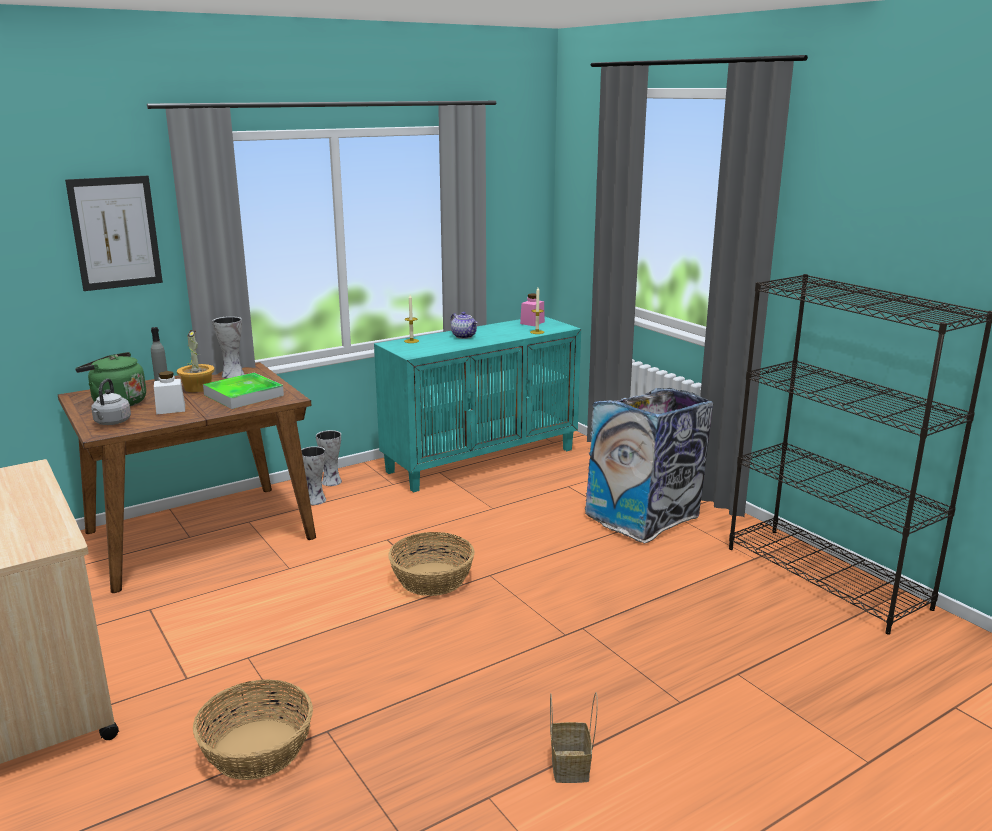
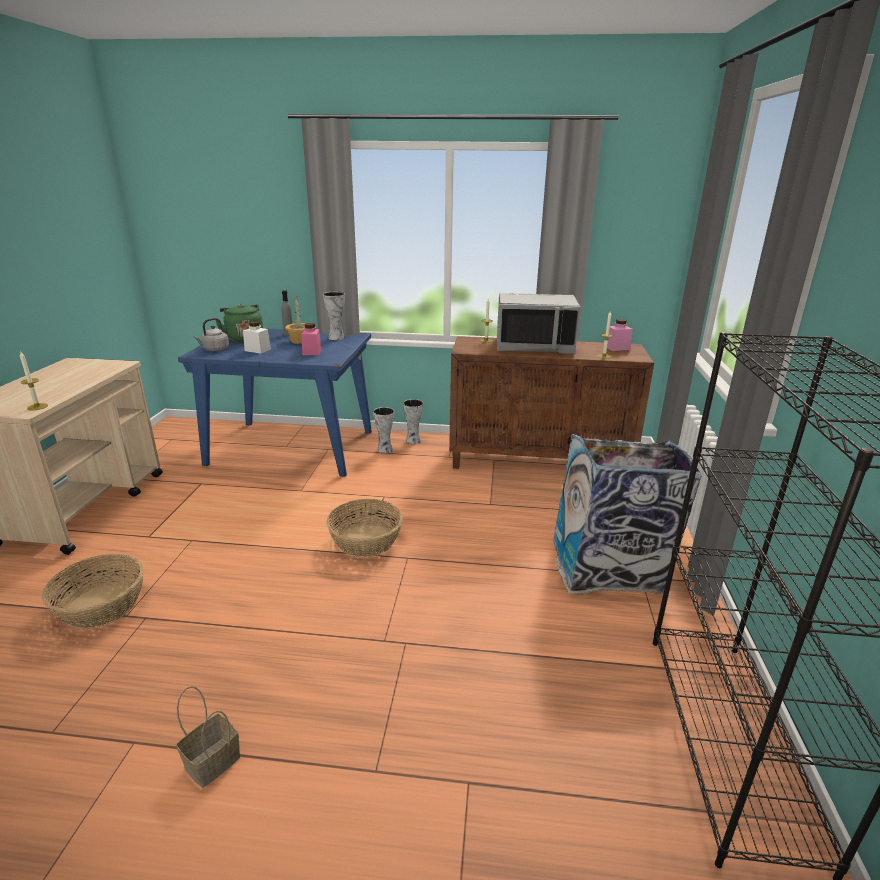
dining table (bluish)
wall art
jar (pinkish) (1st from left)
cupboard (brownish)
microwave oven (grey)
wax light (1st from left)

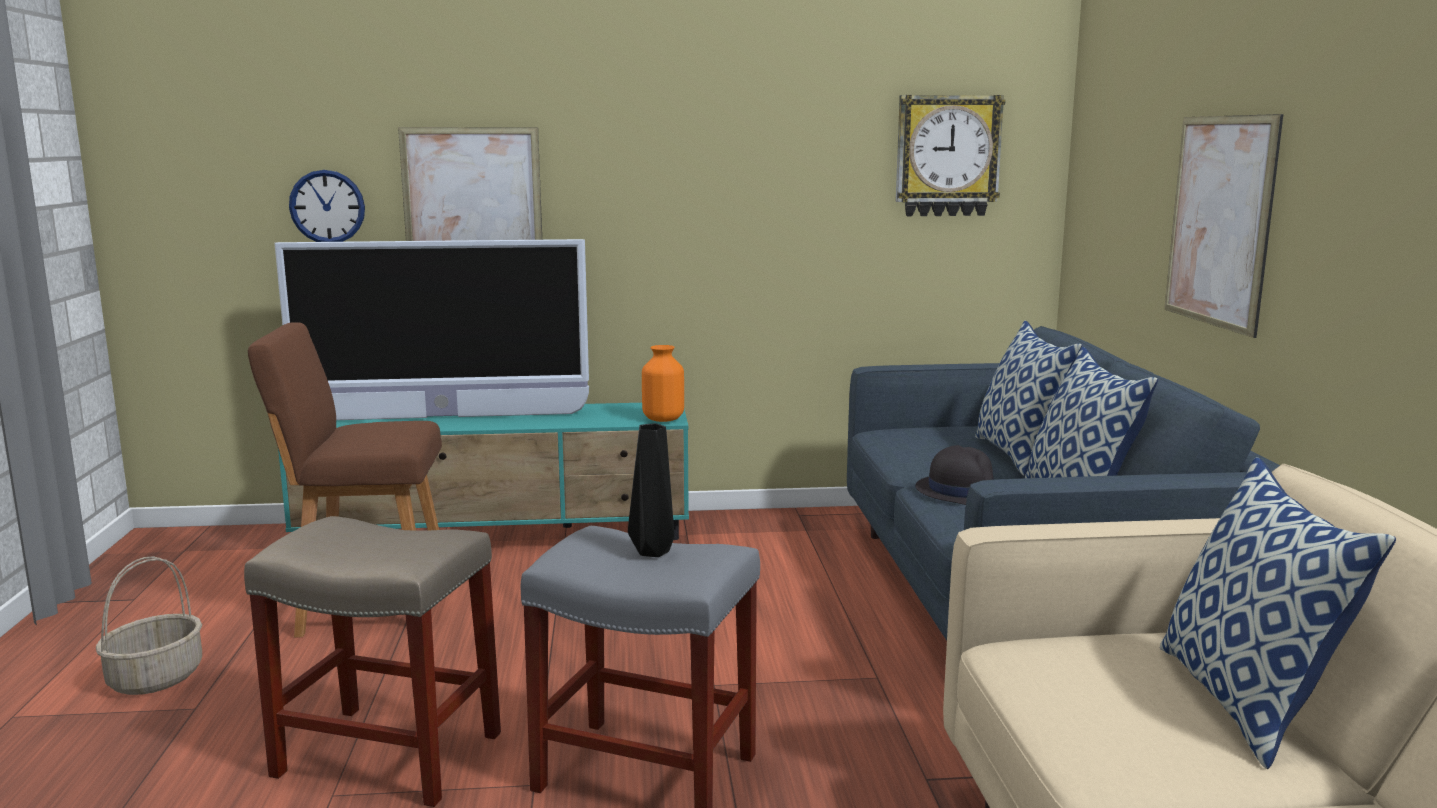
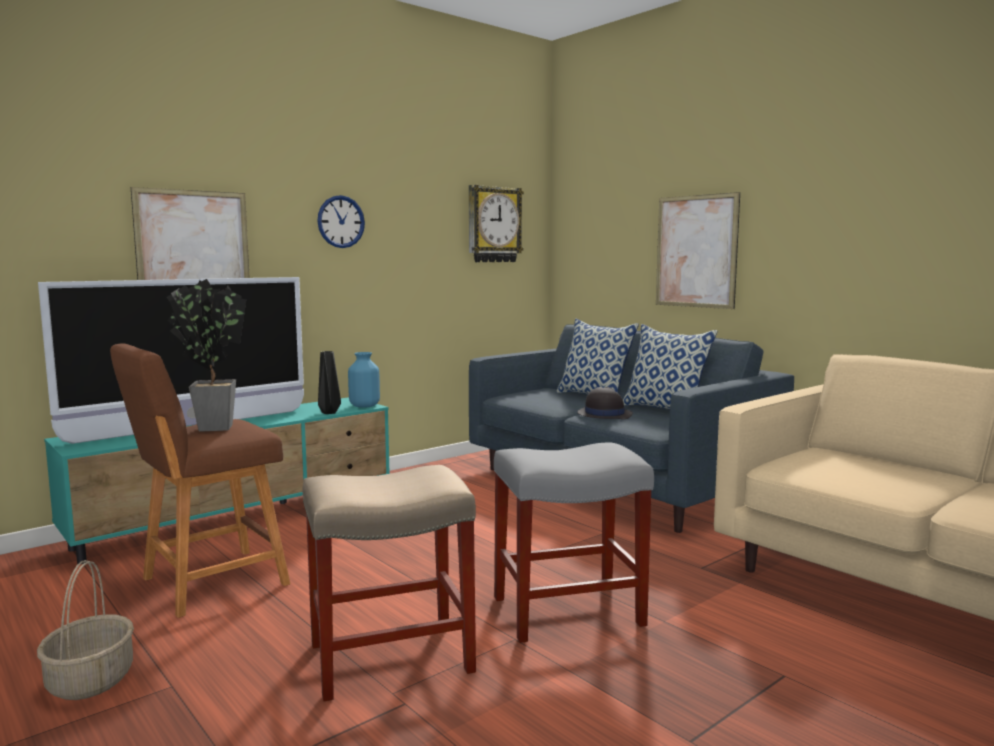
clock on the wall (1st from left)
vase (black)
vase (bluish)
cushion (3rd from left in the first image)
houseplant

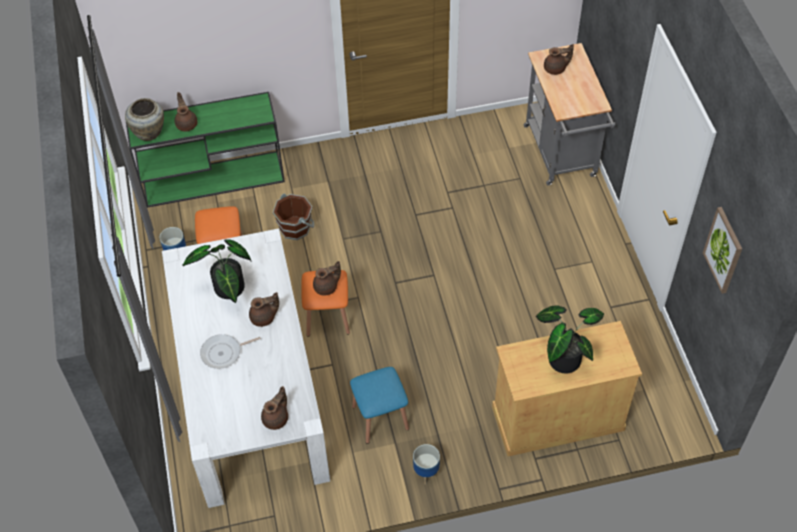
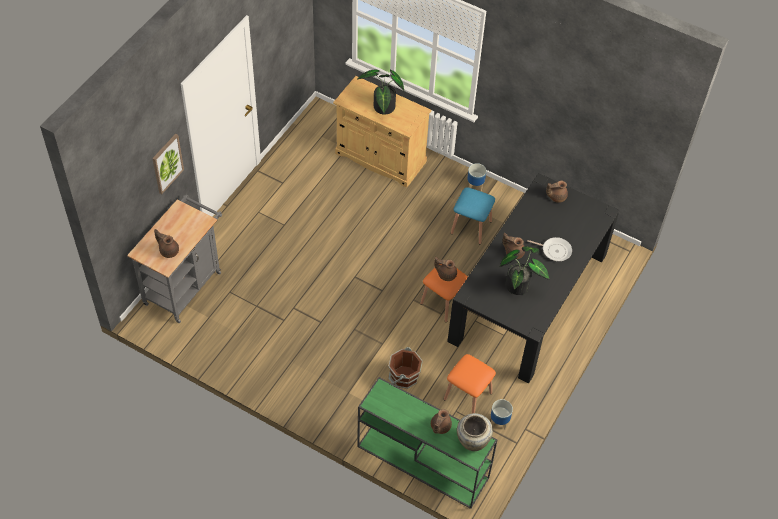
dining table (black)
wall art

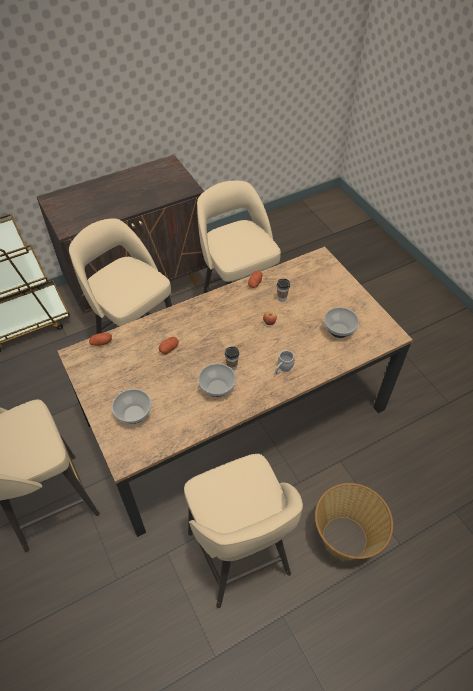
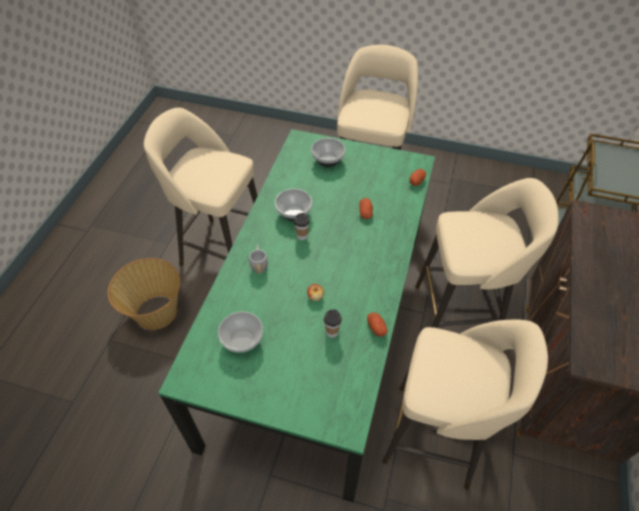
dining table (green)

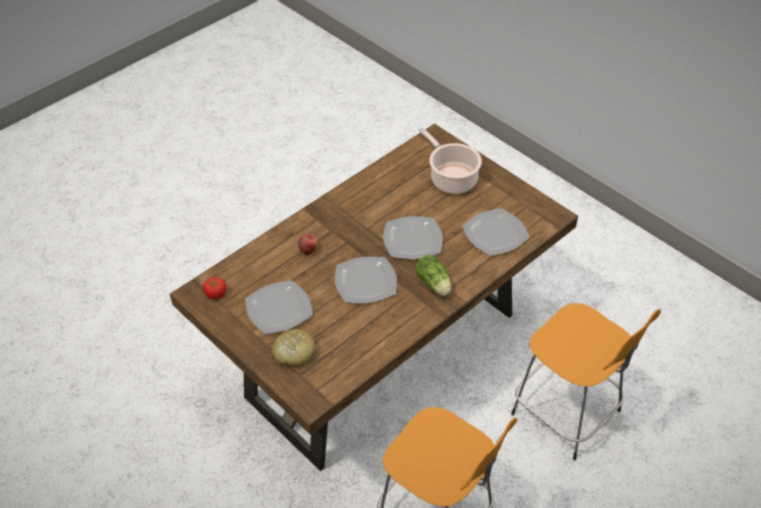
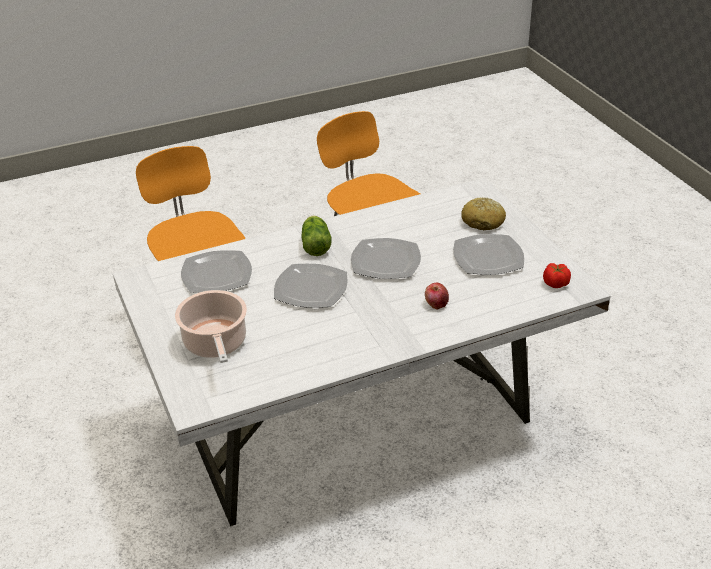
dining table (whitish)

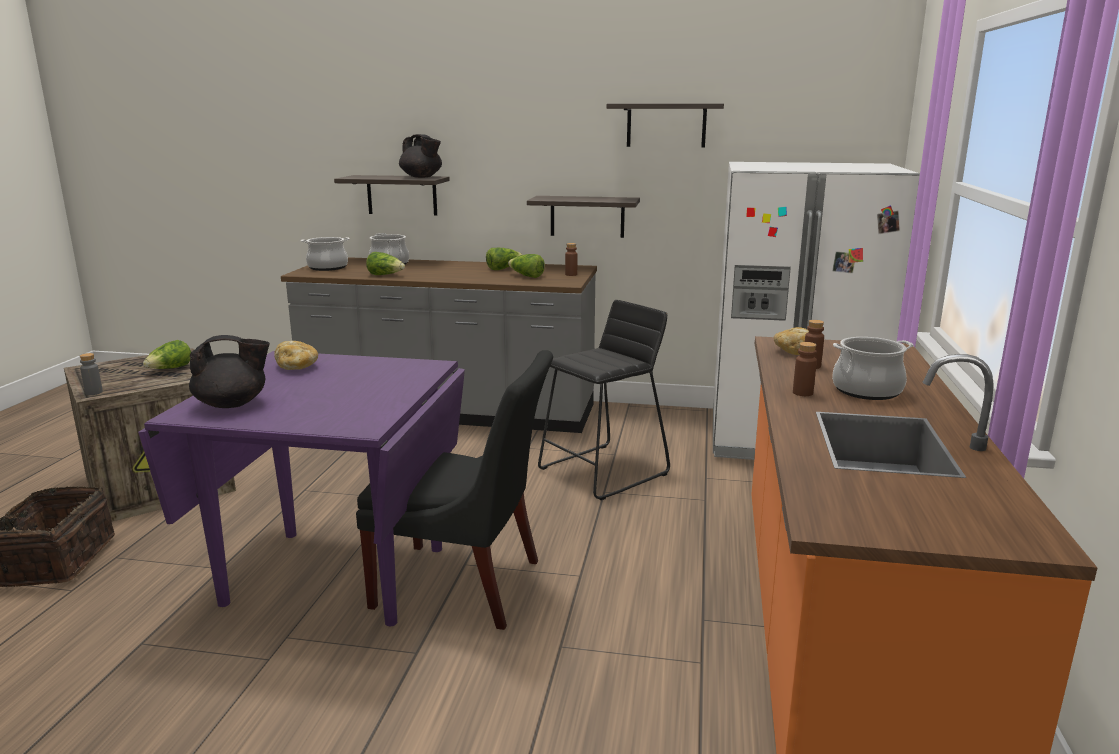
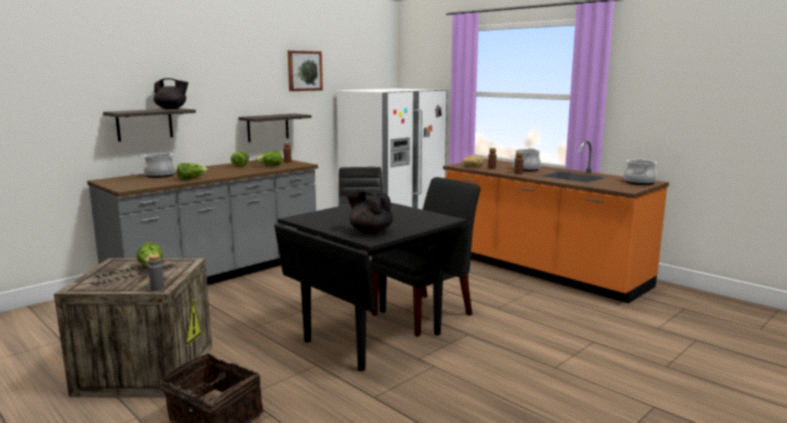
dining table (black)
tea pot (black) (2nd from left)
baked bread (1st from left in the first image)
cooking pot (3rd from left)
wall art

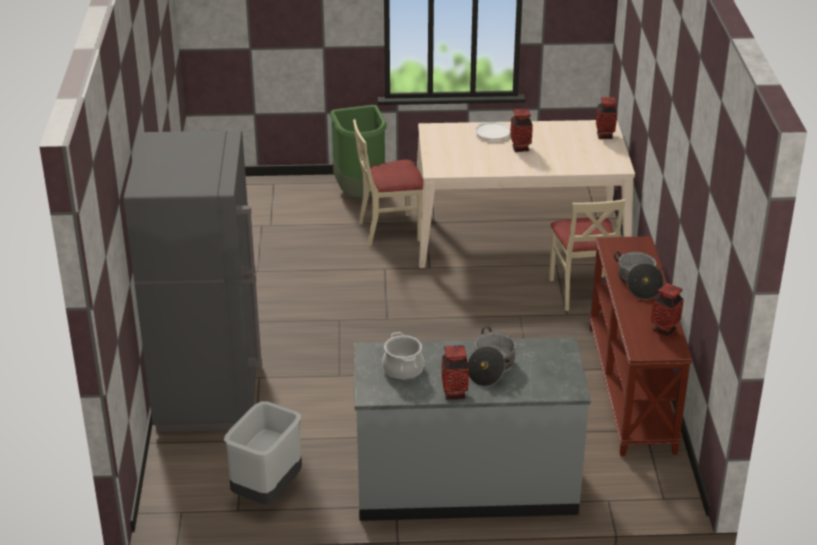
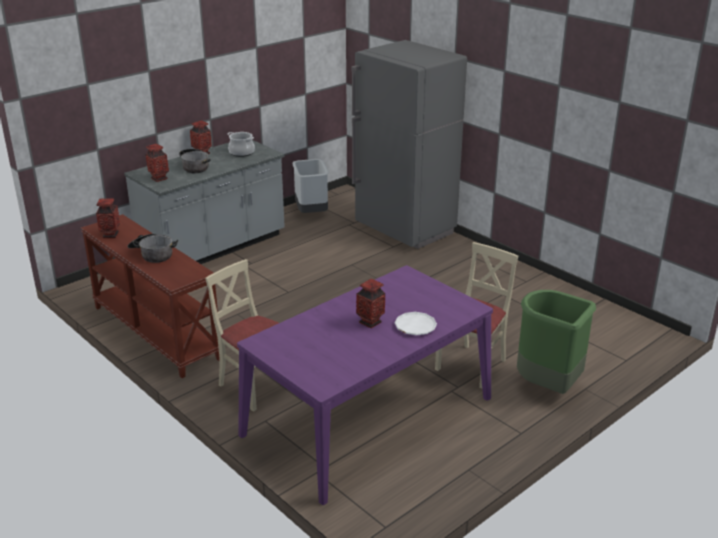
dining table (purple)
vase (2nd from left)

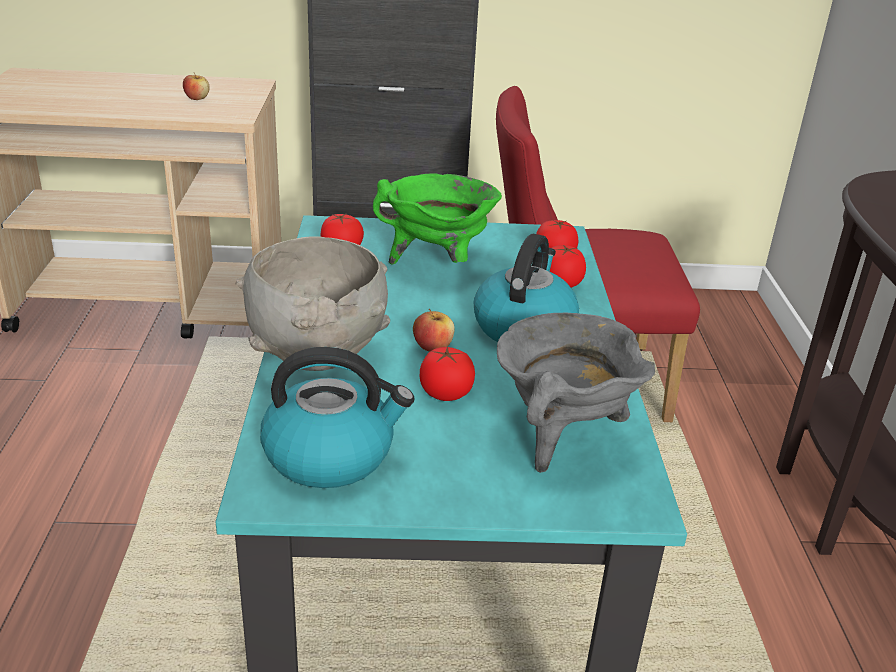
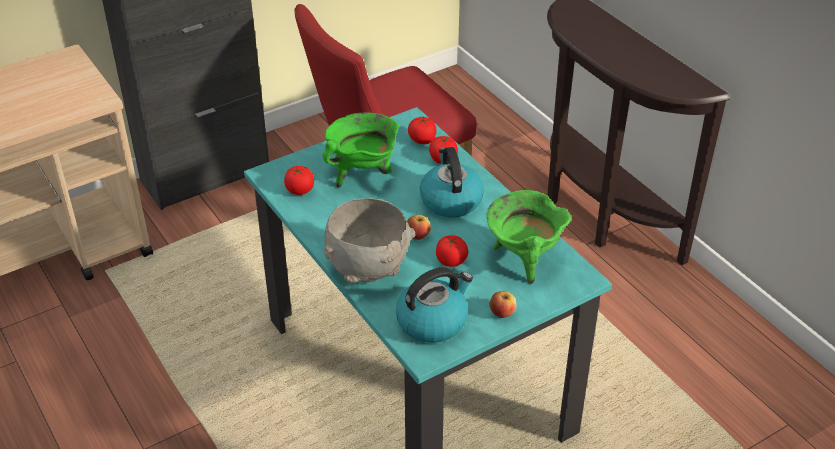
apple (2nd from left)
cooking pot (green) (2nd from left)

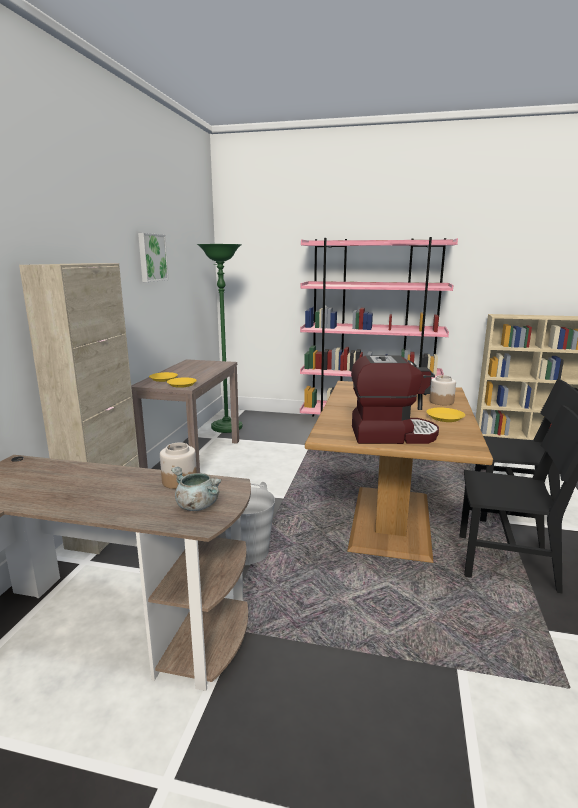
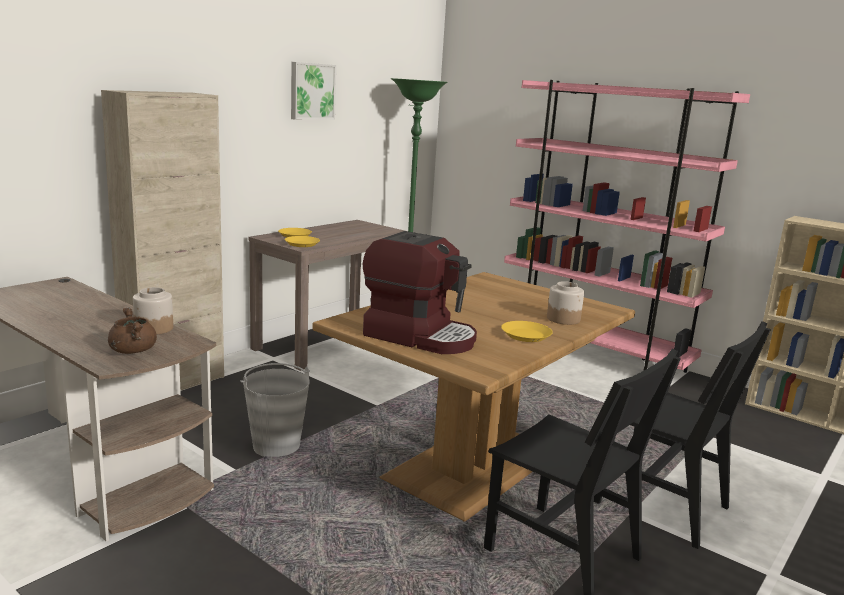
cooking pot (brownish)

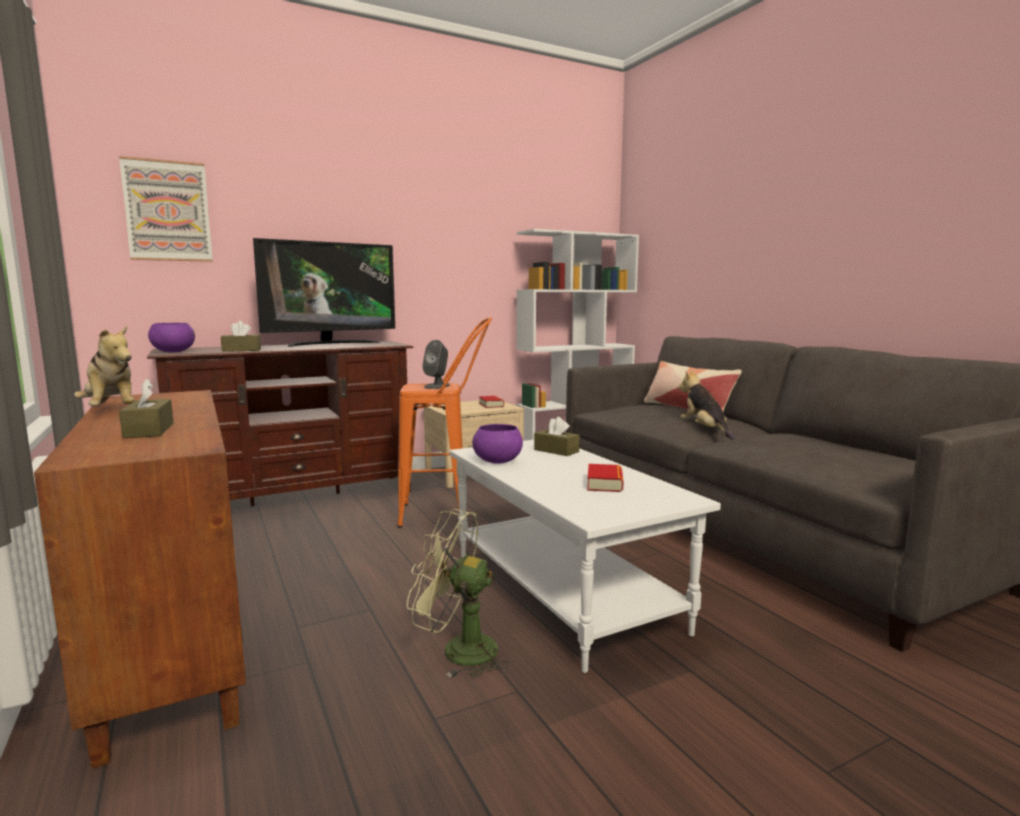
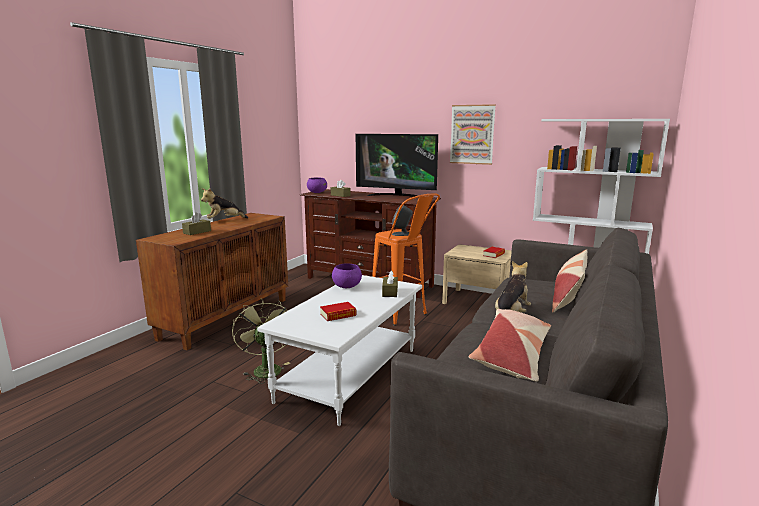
plush toy (1st from left)
wall art
cushion (1st from left)

